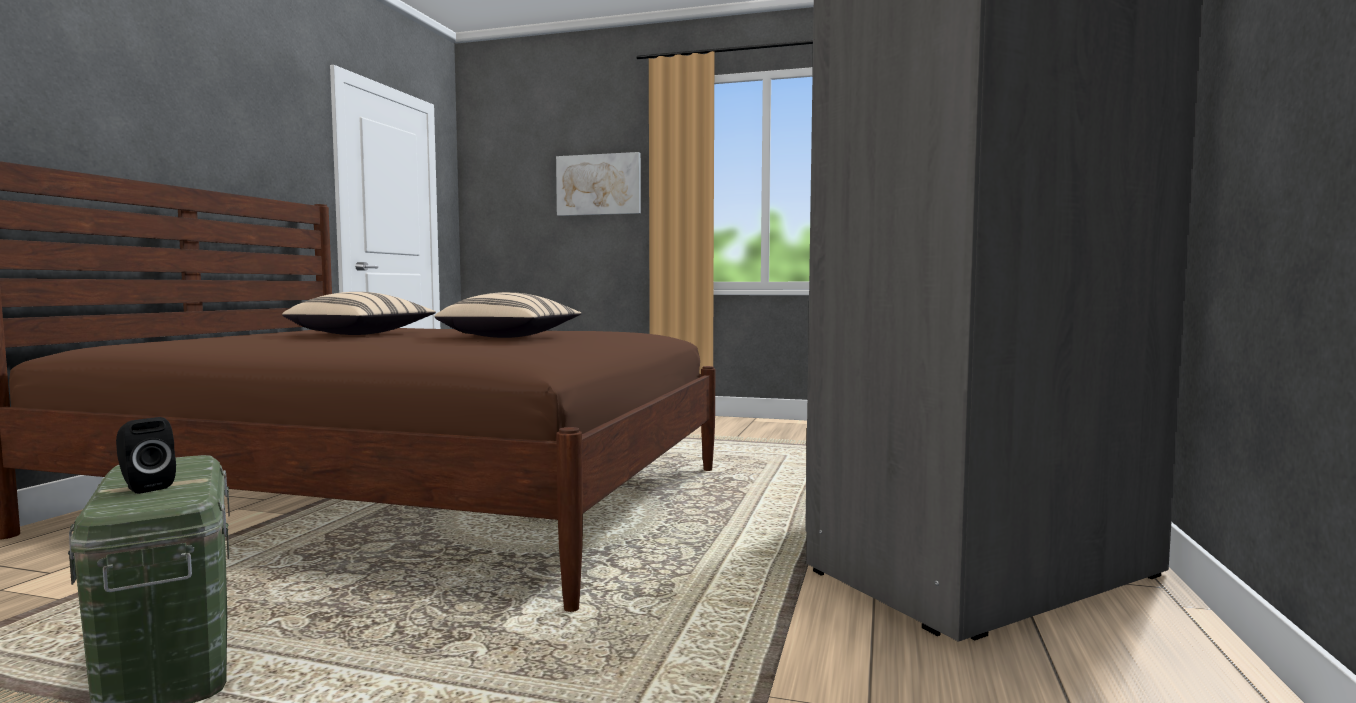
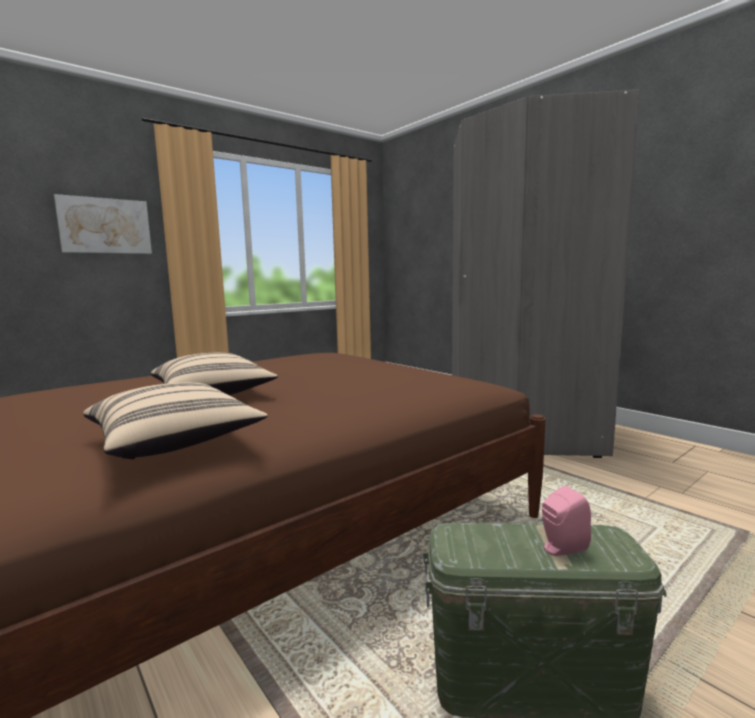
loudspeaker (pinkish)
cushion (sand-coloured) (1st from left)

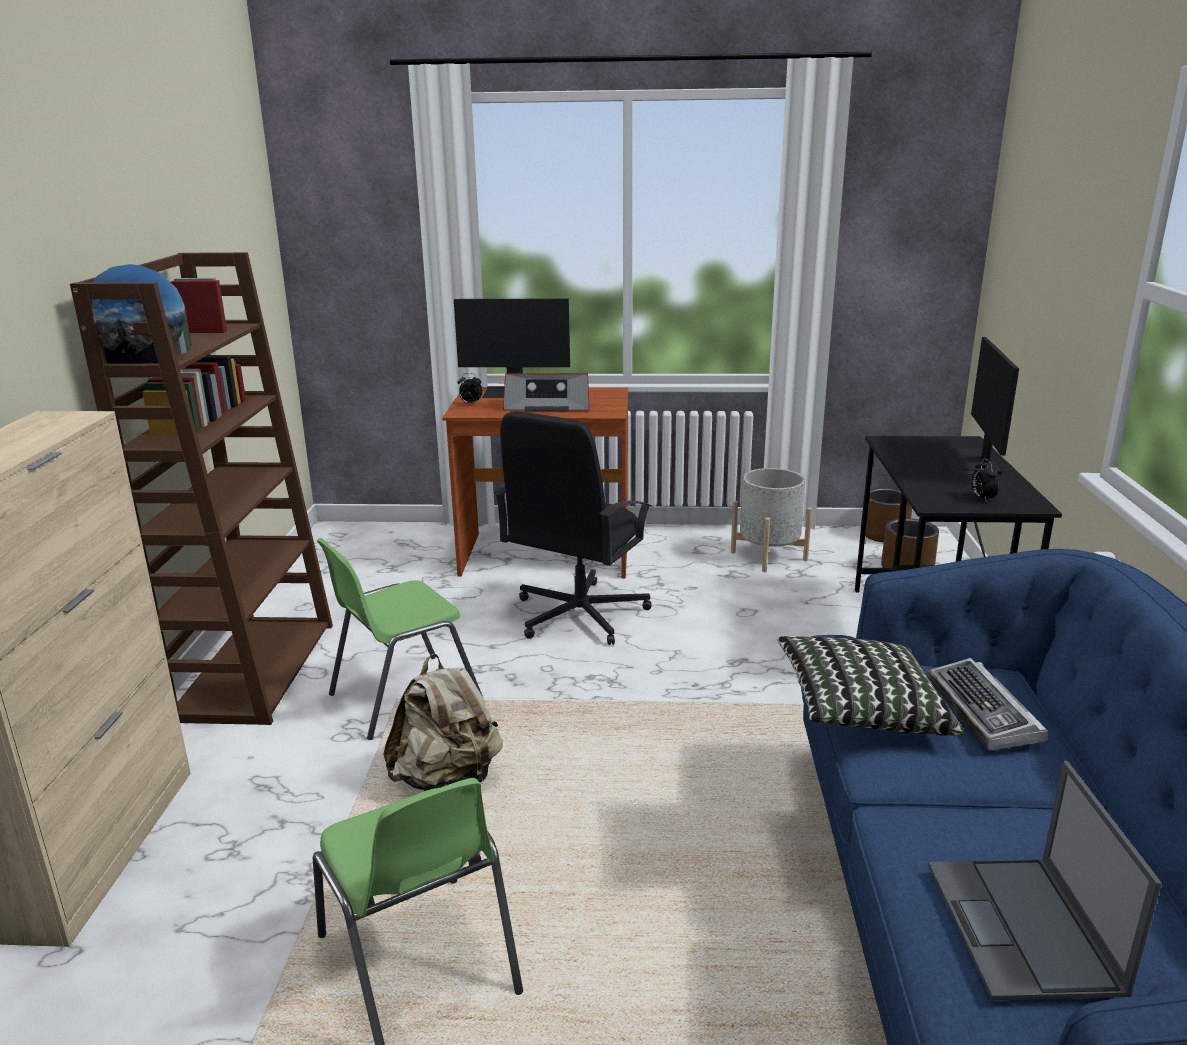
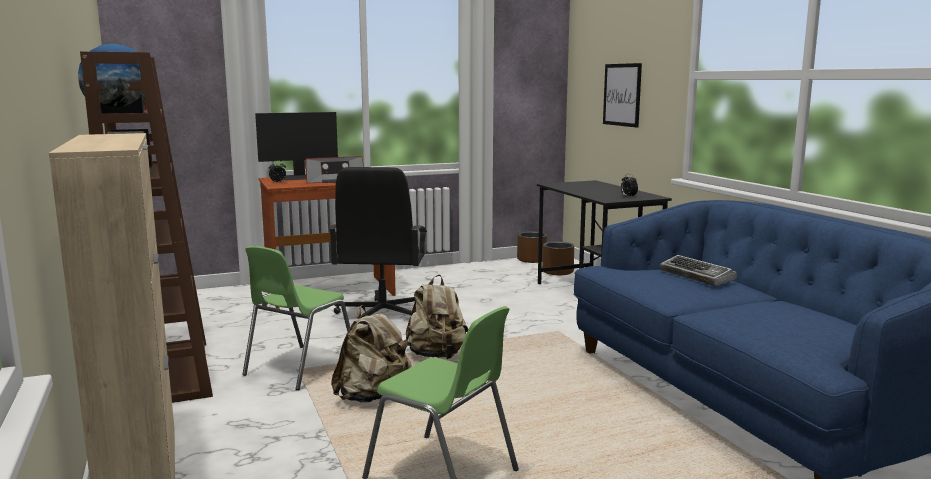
planter (grey)
cushion
laptop
computer screen (2nd from left in the first image)
rucksack (sand-coloured) (2nd from left)
wall art

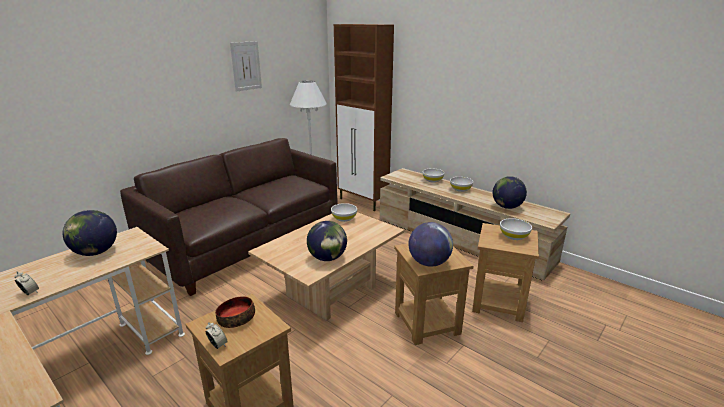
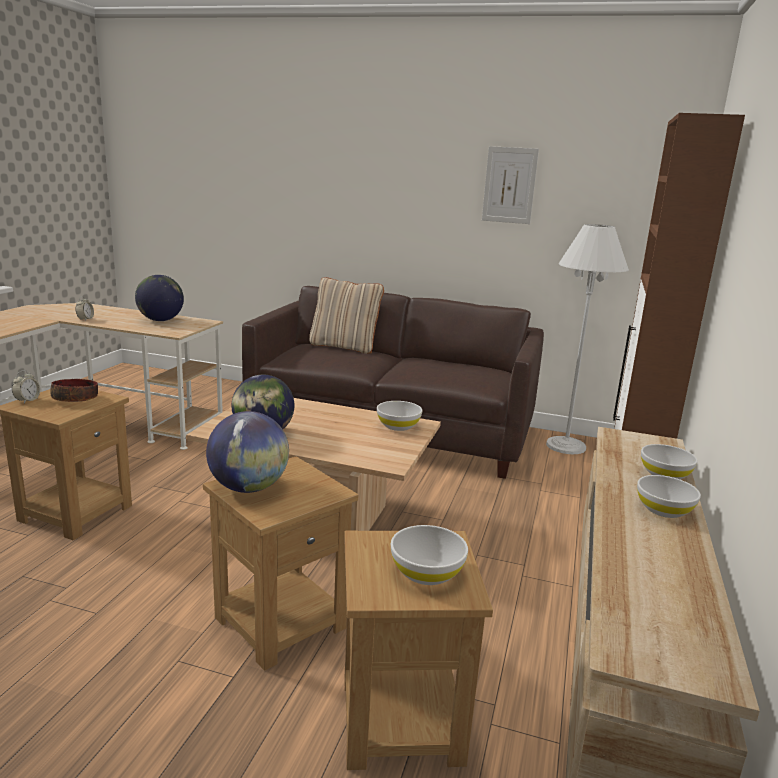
world globe (4th from left in the first image)
cushion (sand-coloured)

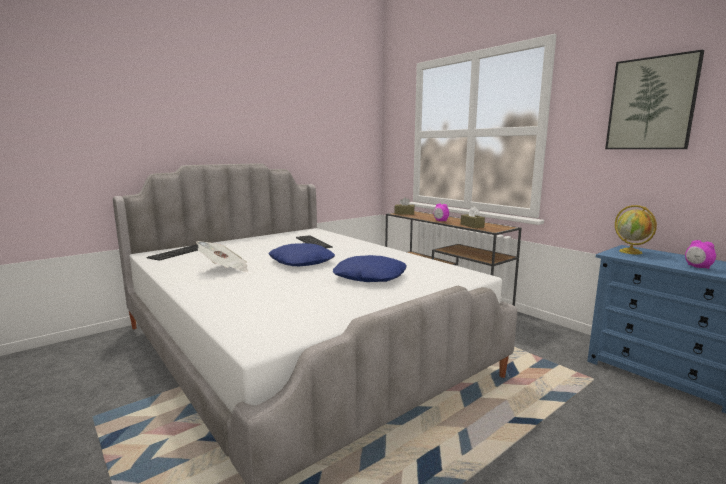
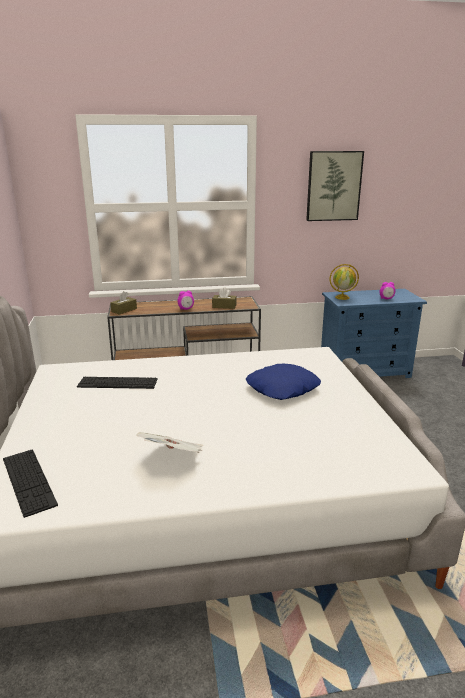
cushion (bluish) (1st from left in the first image)

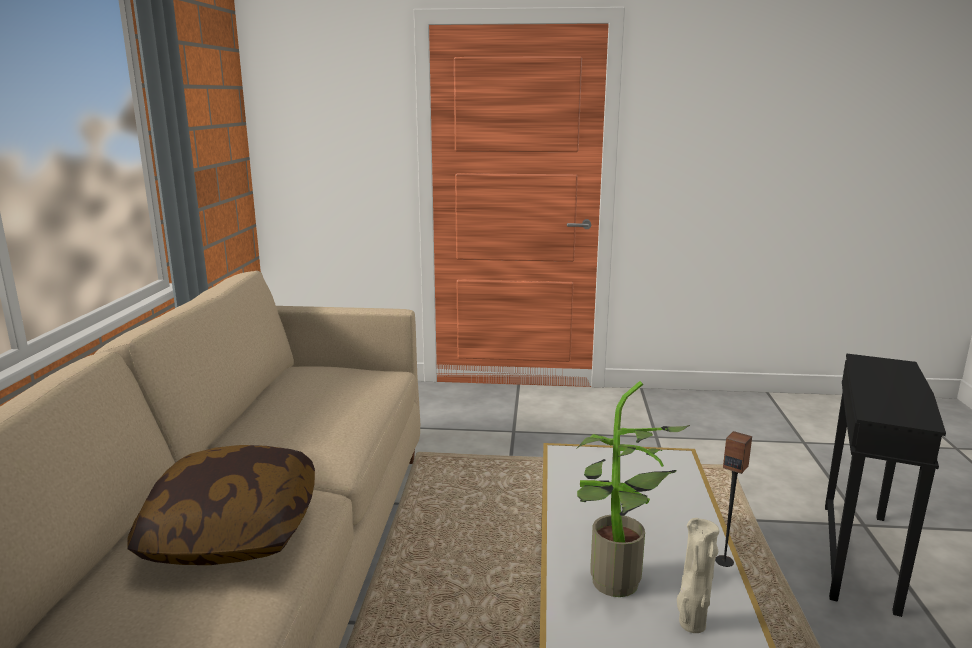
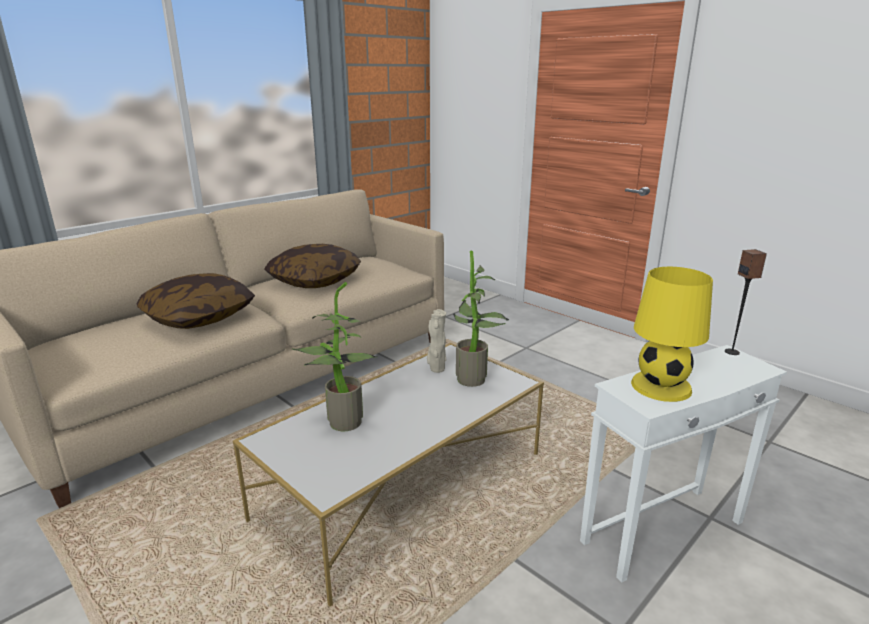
vase (sand-coloured)
loudspeaker
accent table (whitish)
cushion (2nd from left)
houseplant (2nd from left)
tabletop lamp (yellow-coloured)

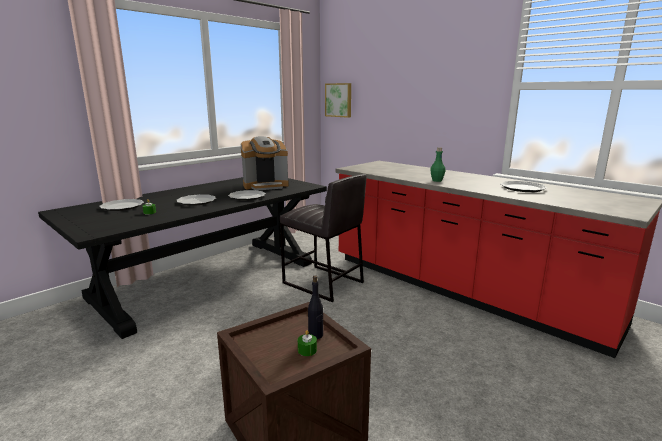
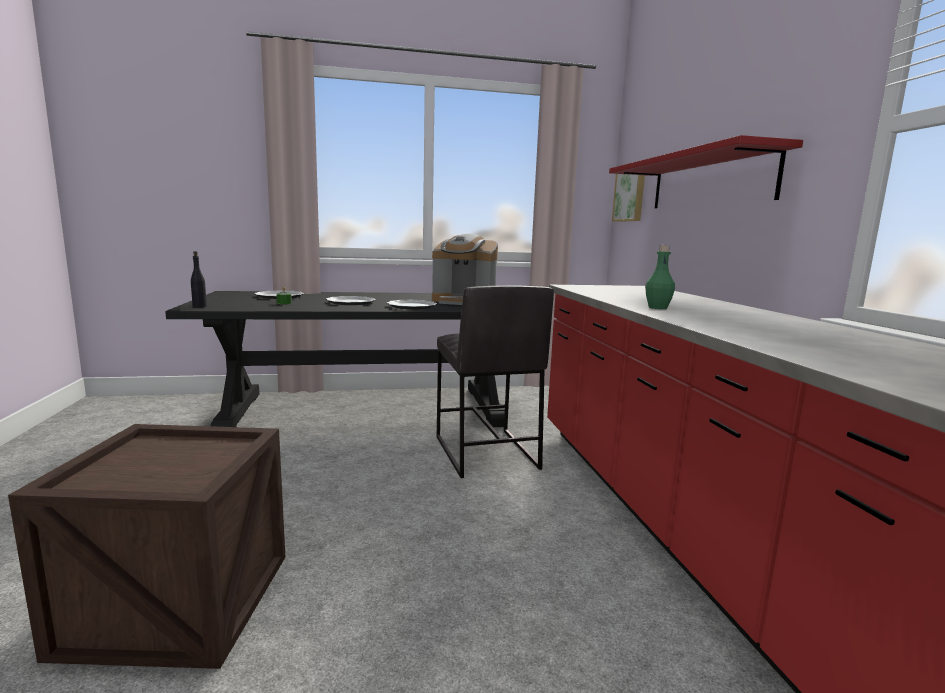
wax light (green) (2nd from left in the first image)
bottle (black)
flat dish (4th from left in the first image)
bracket shelf (red-coloured)

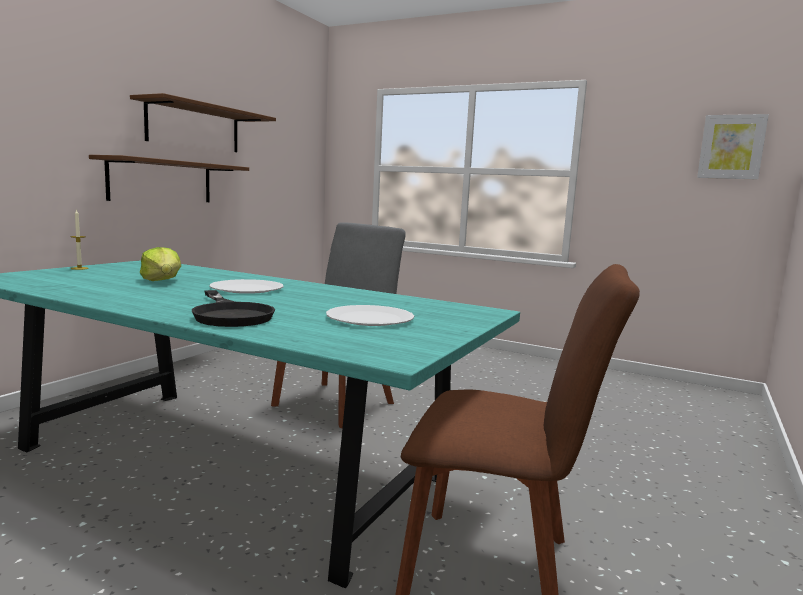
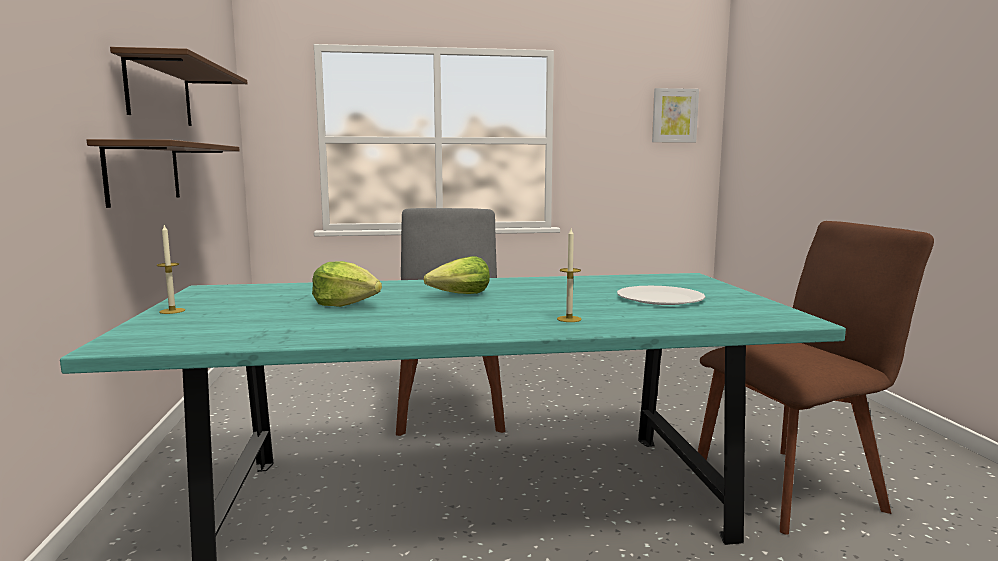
wax light (2nd from left)
lettuce (2nd from left)

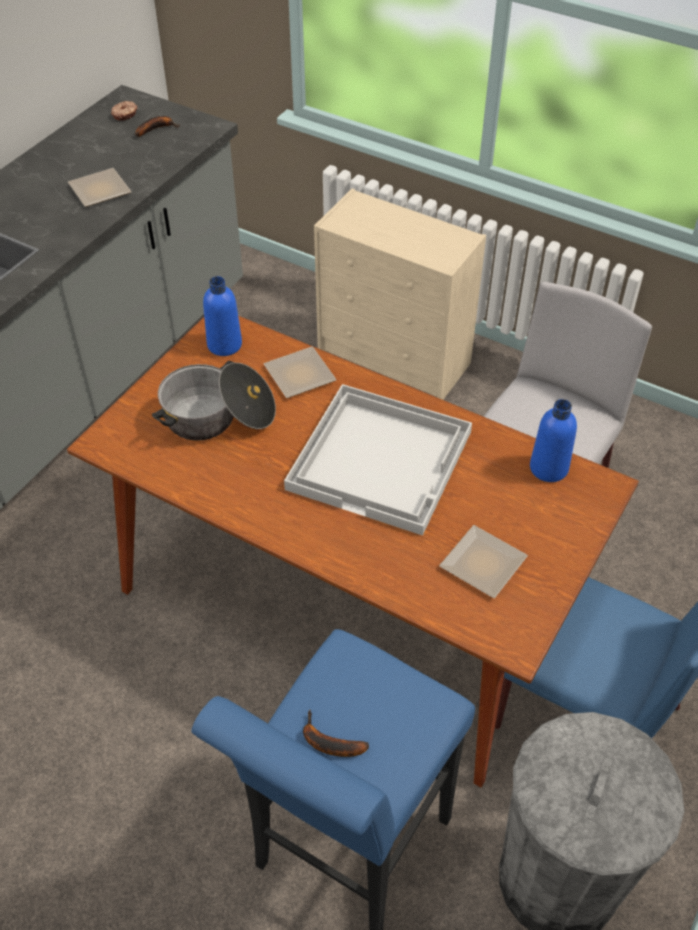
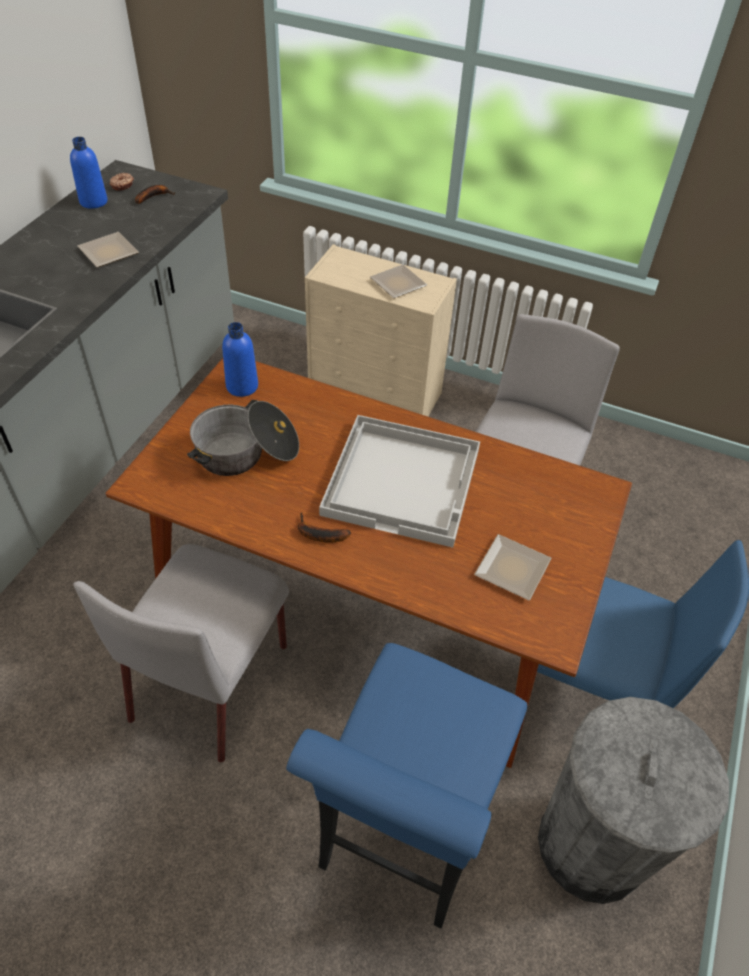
flat dish (2nd from left)
banana fruit (2nd from left)
bottle (bluish) (1st from left)
plain chair (grey) (1st from left)

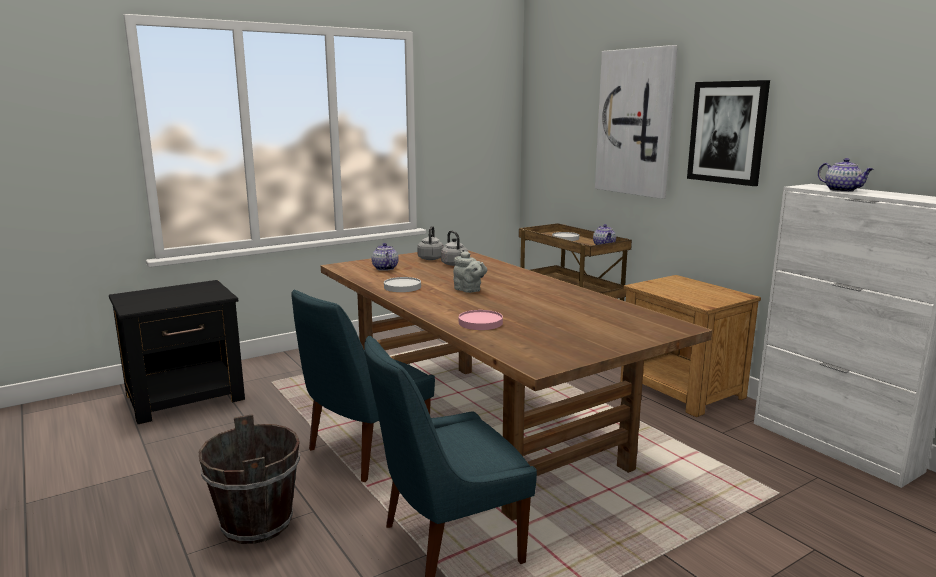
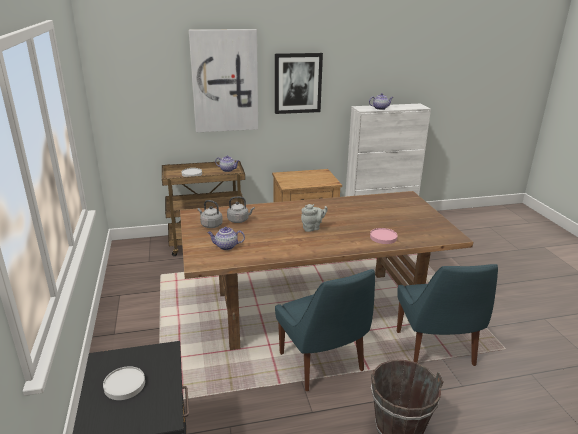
flat dish (whitish) (1st from left)

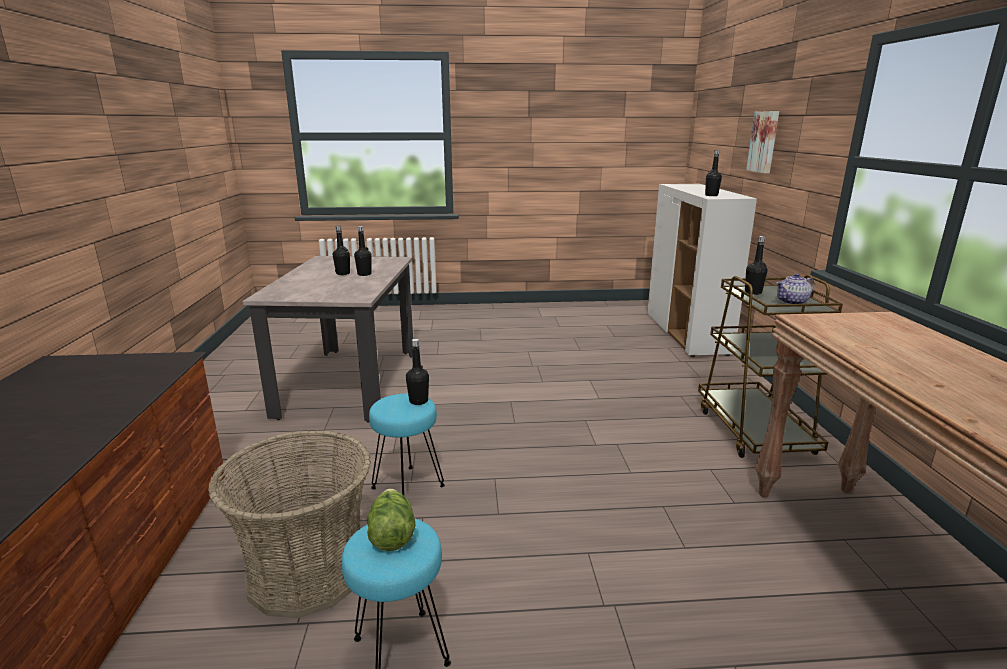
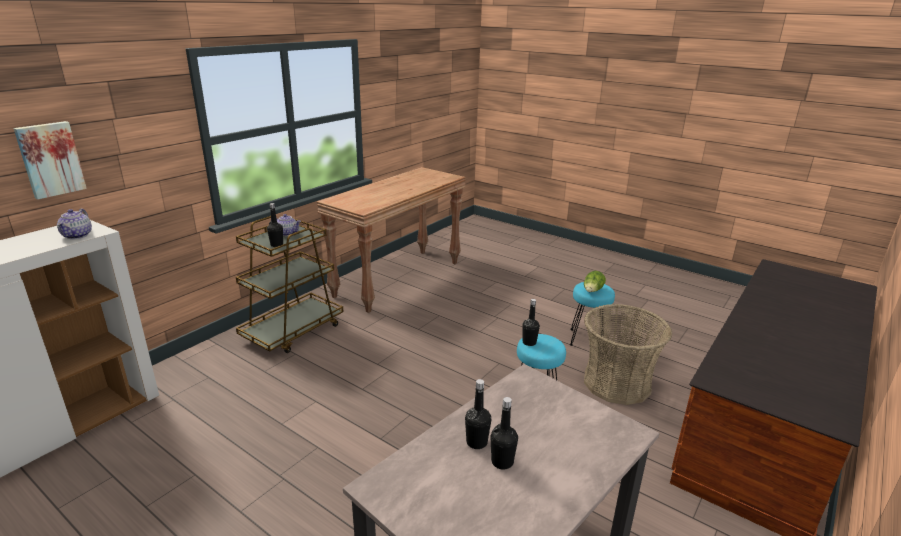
tea pot (1st from left)

